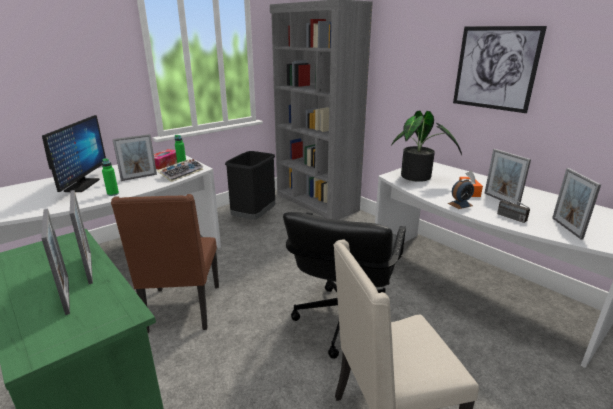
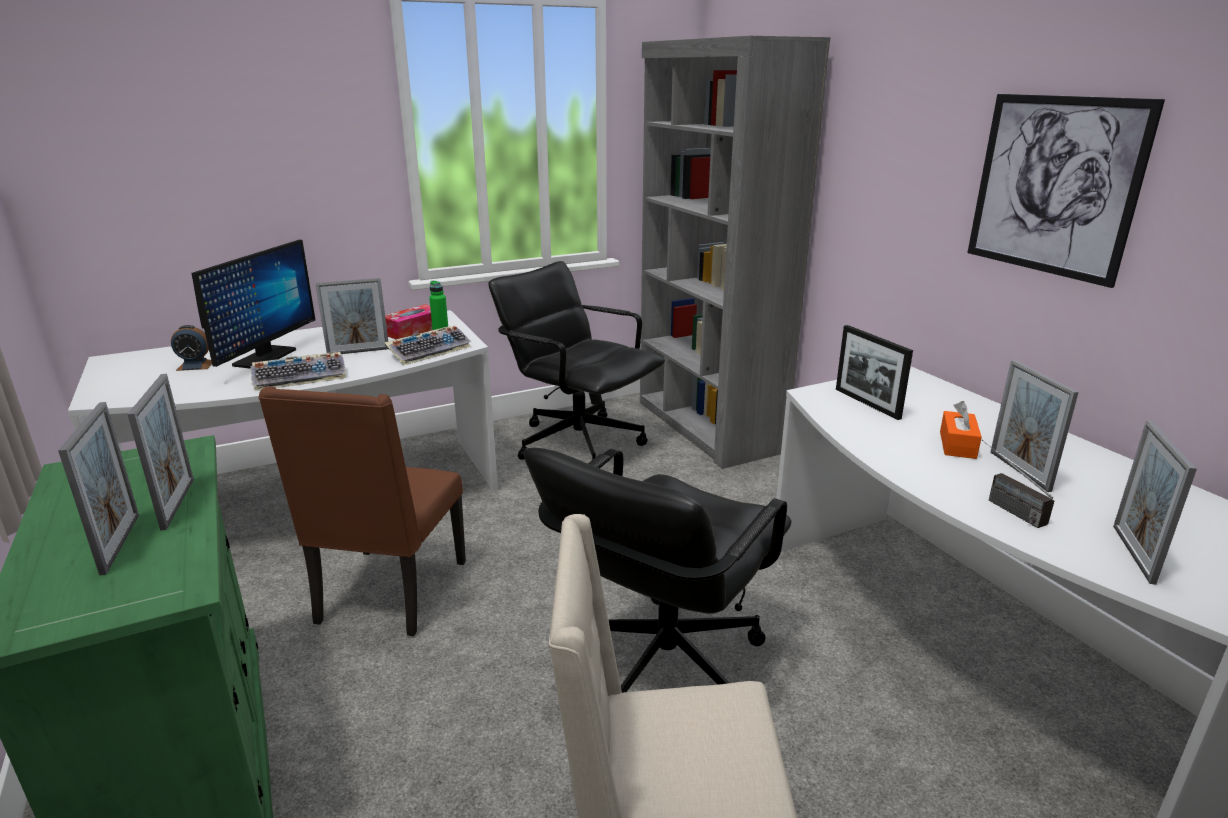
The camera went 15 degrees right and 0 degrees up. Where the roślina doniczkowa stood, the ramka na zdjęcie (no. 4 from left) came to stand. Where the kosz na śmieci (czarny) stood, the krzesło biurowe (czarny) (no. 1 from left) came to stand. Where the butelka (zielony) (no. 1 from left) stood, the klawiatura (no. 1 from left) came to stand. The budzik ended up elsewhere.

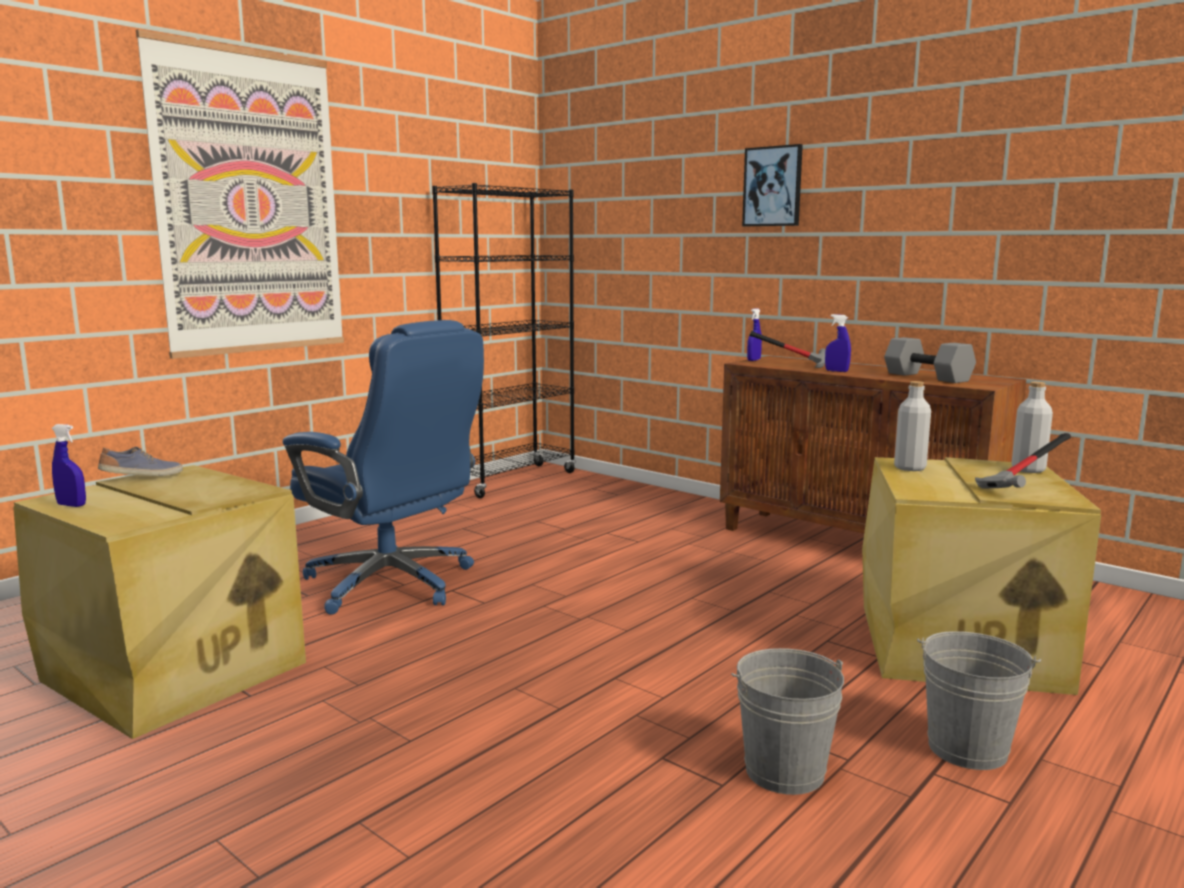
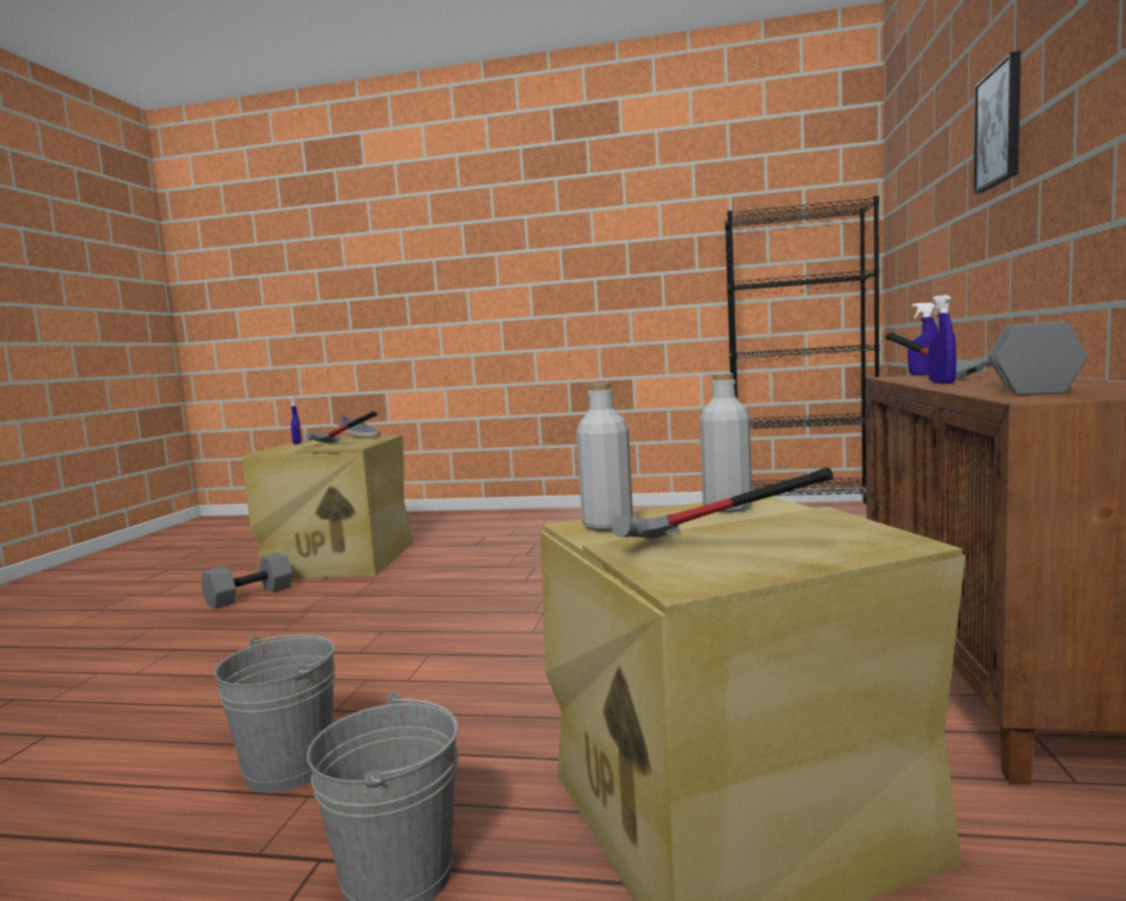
The camera went 60 degrees right and 5 degrees down. The second view lost the obraz (no. 1 from left). The second view lost the krzesło biurowe (niebieski). The butelka (szary) (no. 2 from left in the first image) ended up elsewhere. The second view gained the młotek (no. 1 from left). The second view gained the hantel (szary) (no. 1 from left).

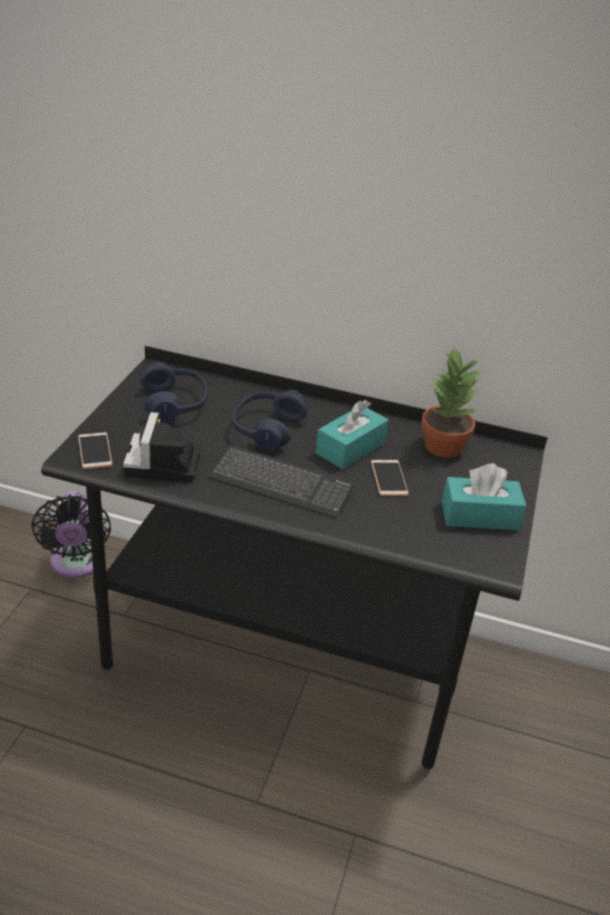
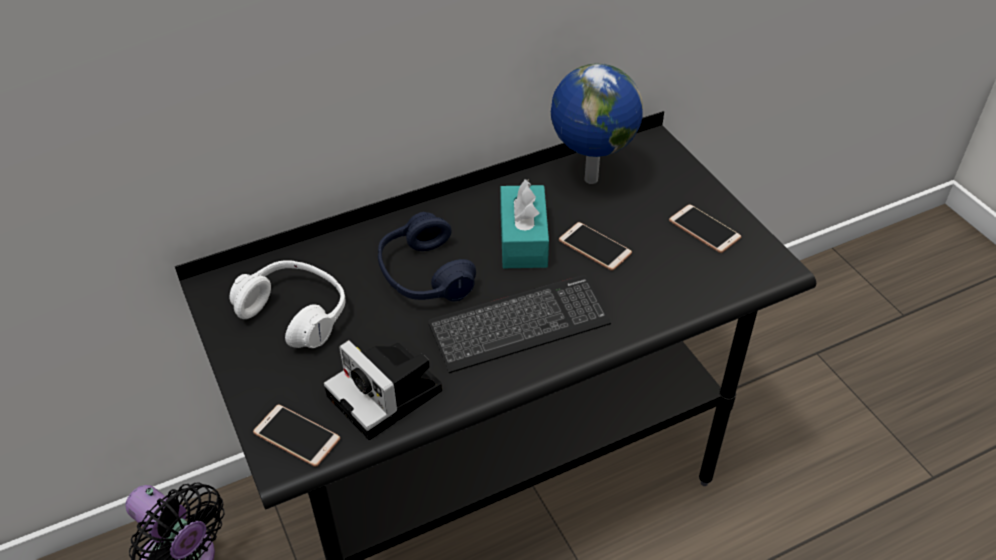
The camera went 40 degrees left and 10 degrees up. Where the roślina doniczkowa stood, the globus came to stand. What was the słuchawki (niebieski) (no. 1 from left) turned into the słuchawki (biały). Where the pudełko chusteczek (turkusowy) (no. 2 from left) stood, the telefon (no. 3 from left) came to stand.

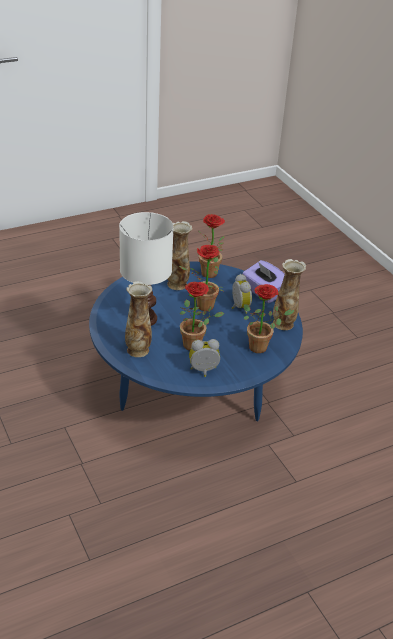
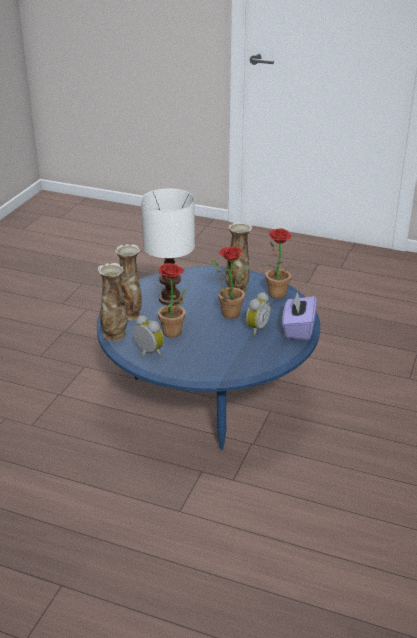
The camera went 50 degrees right and 5 degrees down. The wazon (no. 3 from left in the first image) ended up elsewhere. The second view lost the roślina doniczkowa (no. 4 from left).

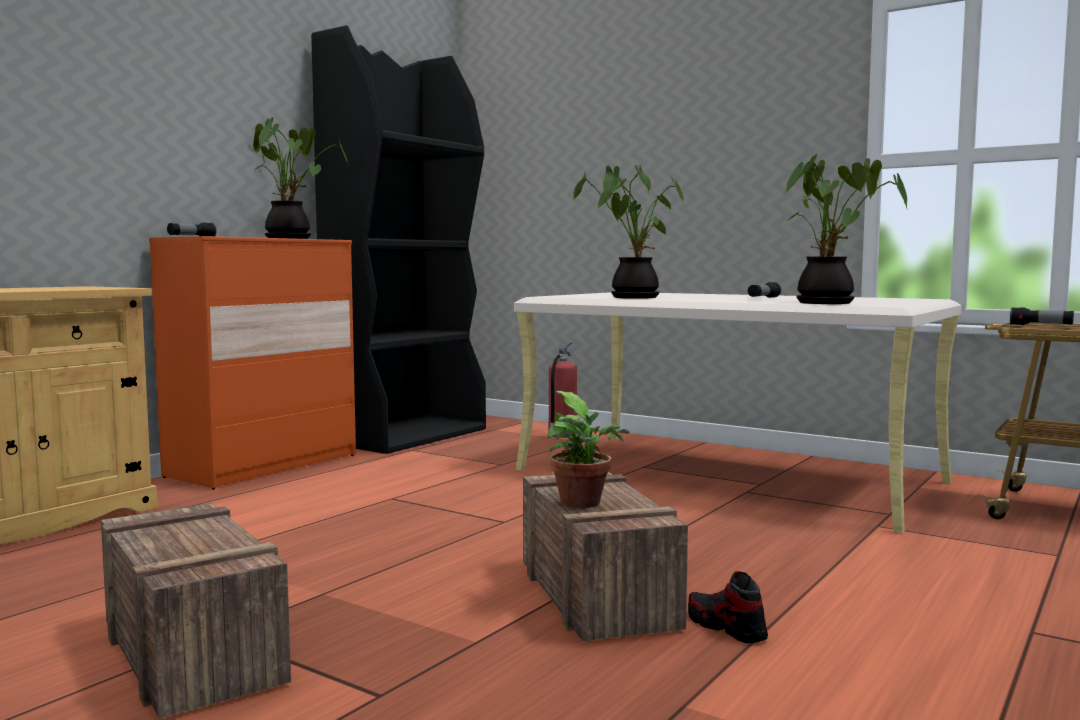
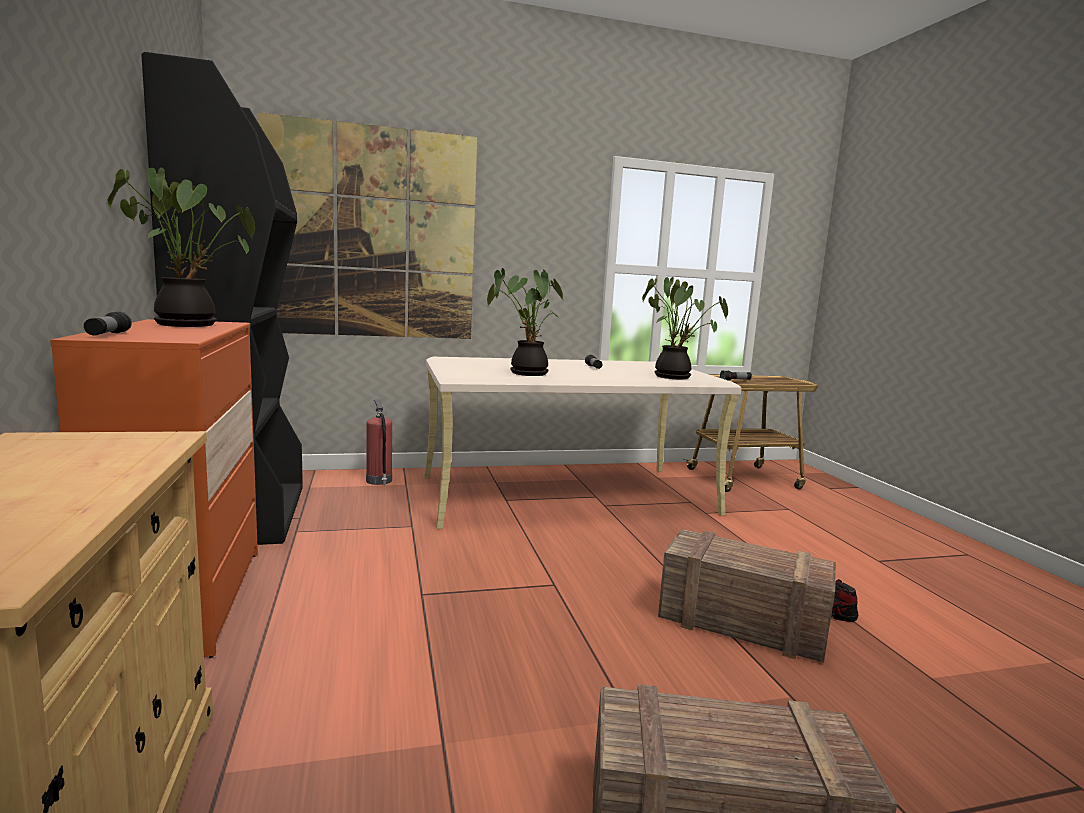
The camera went 50 degrees left and 5 degrees up. The second view lost the roślina doniczkowa (no. 2 from left). The second view gained the obraz.

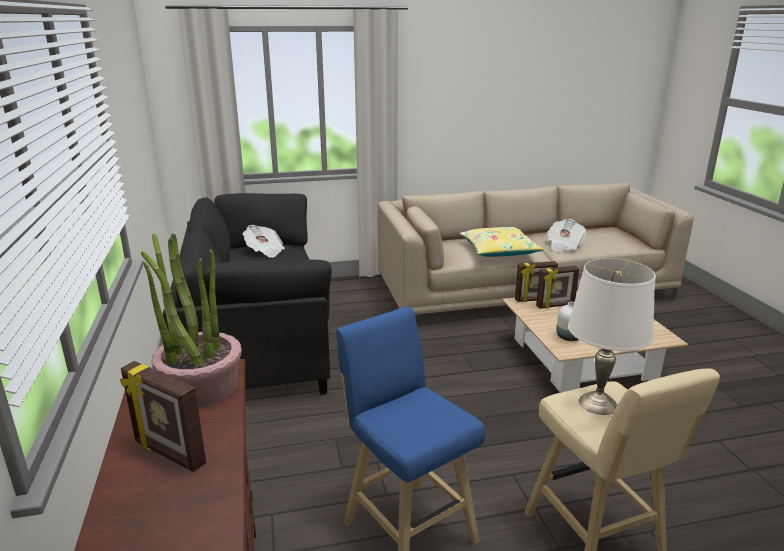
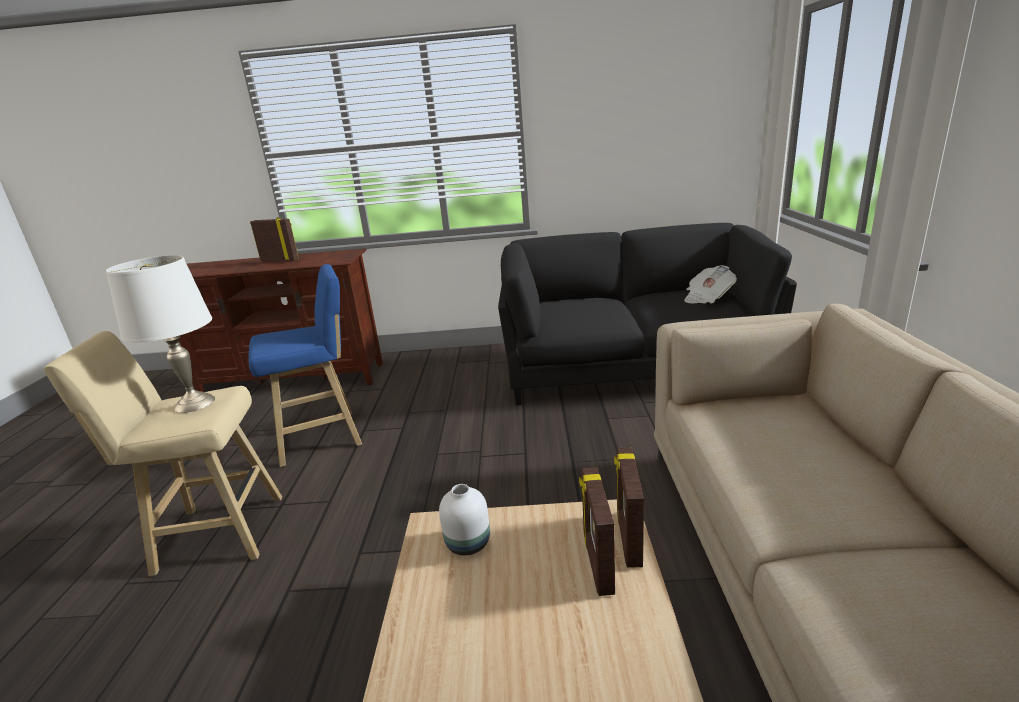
The camera went 105 degrees right and 0 degrees up. The second view lost the gazeta (no. 2 from left). The second view lost the poduszka (żółty). The second view lost the roślina doniczkowa. The ramka na zdjęcie (no. 1 from left) ended up facing another way, 60 degrees clockwise from before.

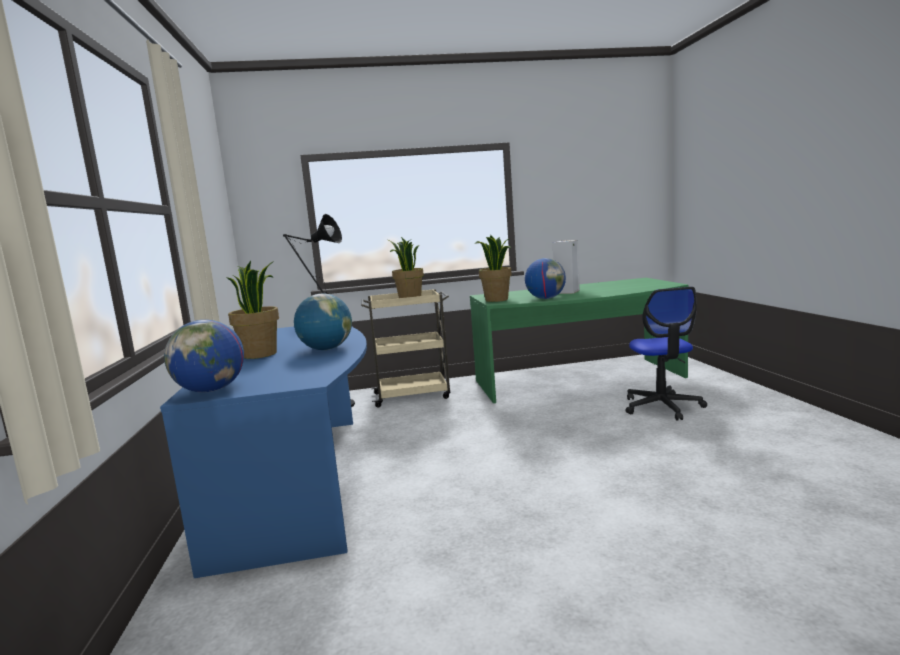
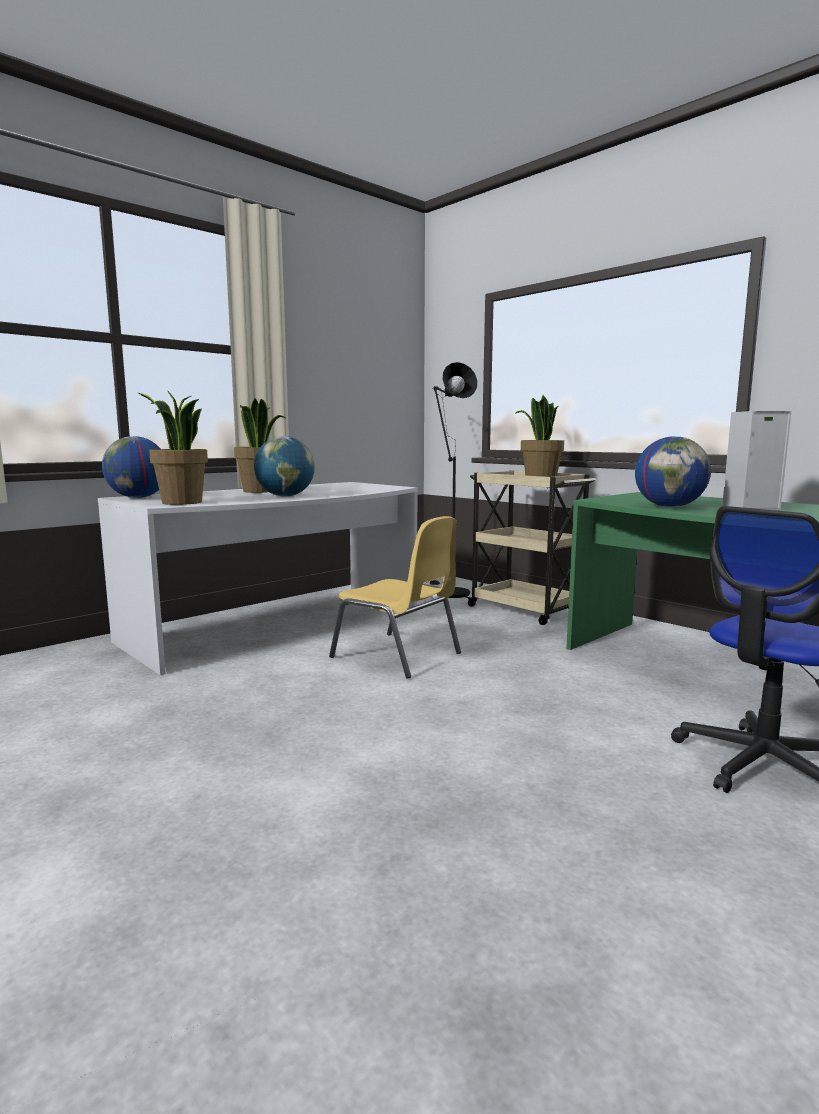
The camera went 55 degrees right and 0 degrees up. The roślina doniczkowa (no. 3 from left in the first image) ended up elsewhere. What was the biurko (niebieski) turned into the biurko (biały). The second view gained the krzesło (żółty).

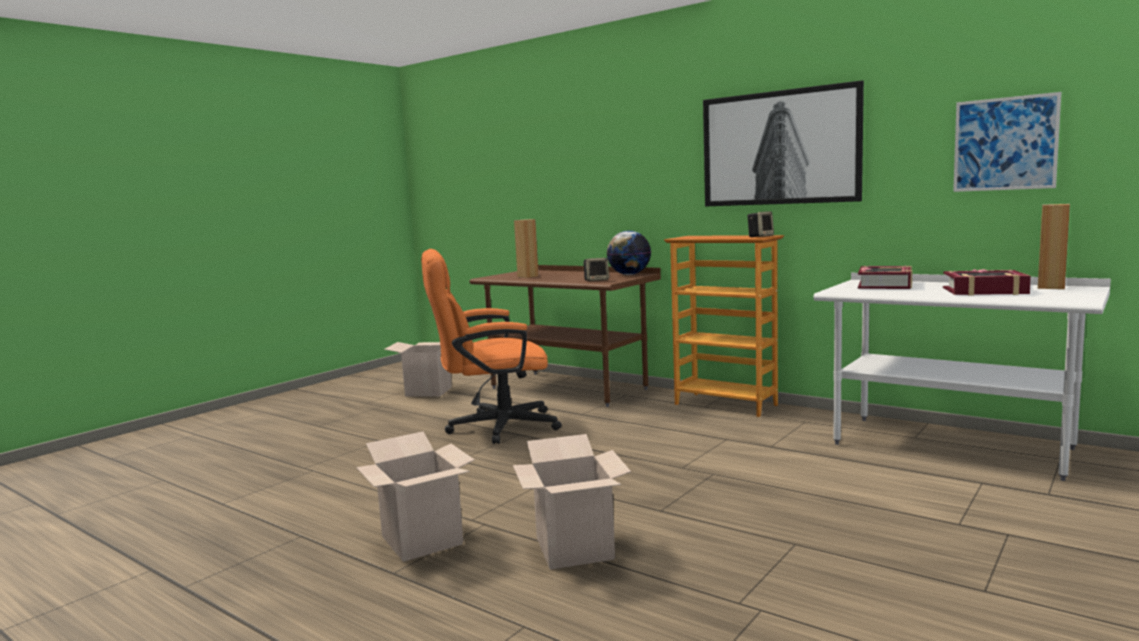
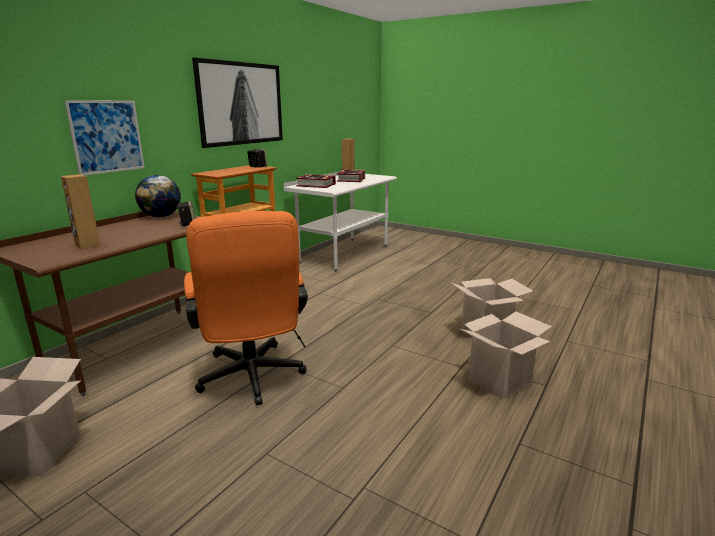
The camera went 95 degrees left and 10 degrees up. The obraz (no. 2 from left in the first image) ended up elsewhere.

